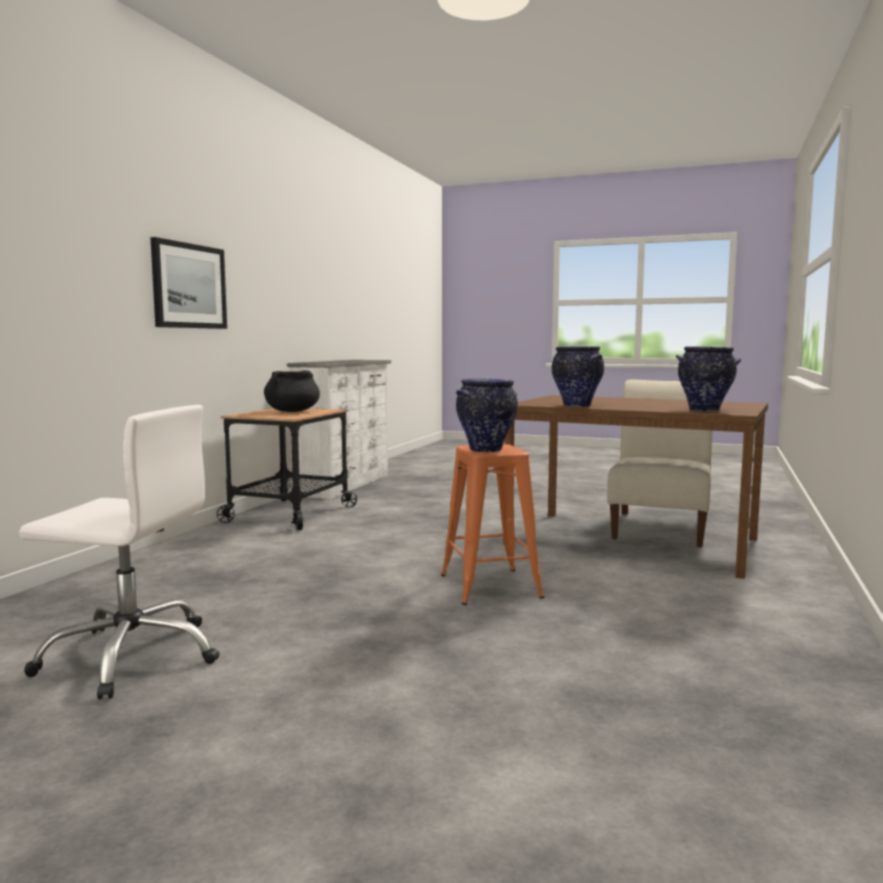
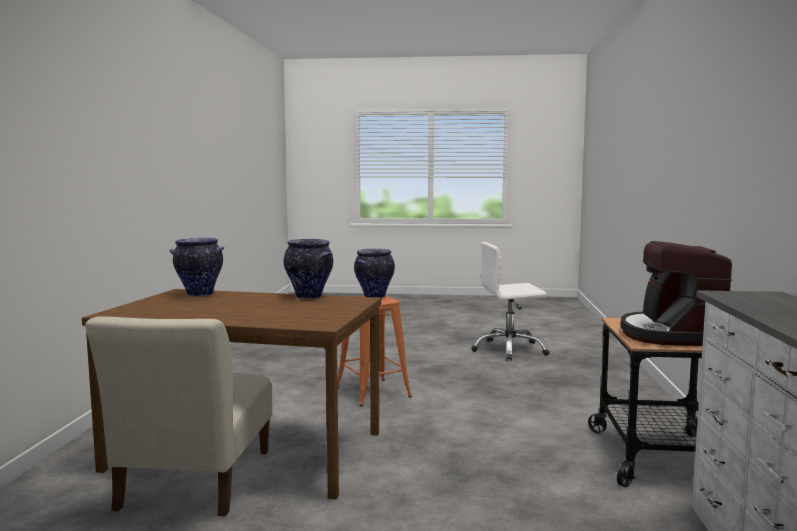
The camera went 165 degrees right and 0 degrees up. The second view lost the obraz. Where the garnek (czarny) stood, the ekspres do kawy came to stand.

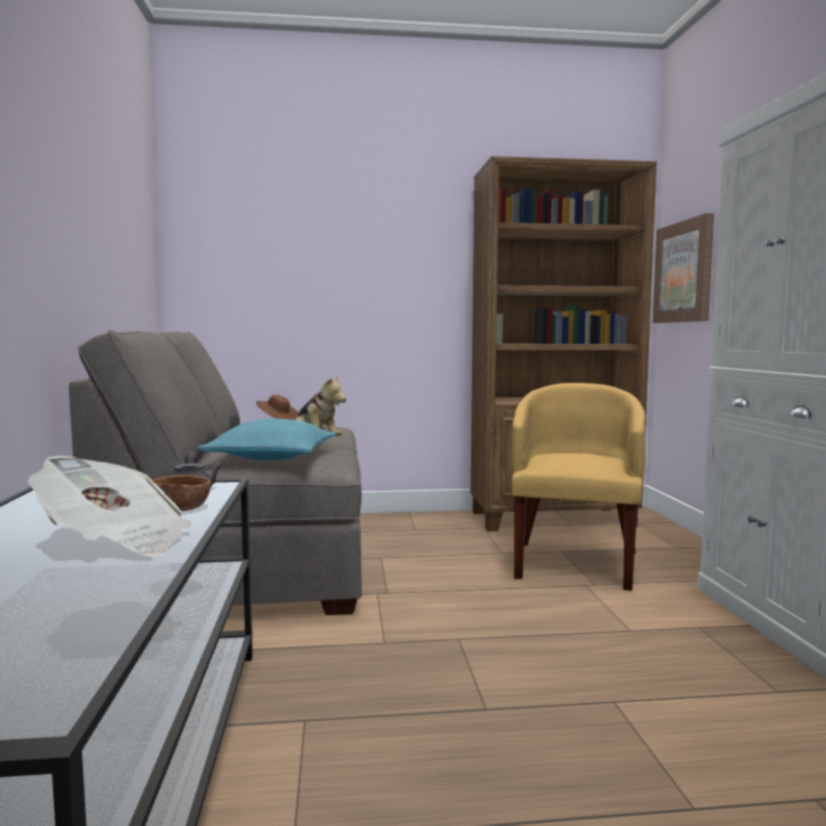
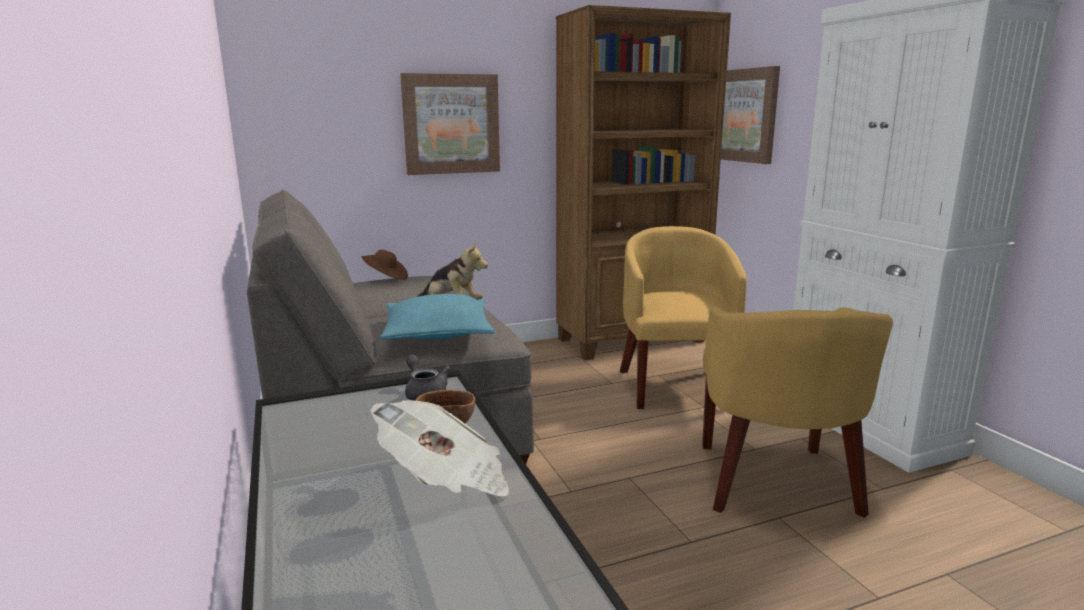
The camera went 15 degrees left and 10 degrees up. The second view gained the obraz (no. 1 from left). The second view gained the fotel (żółty) (no. 2 from left).

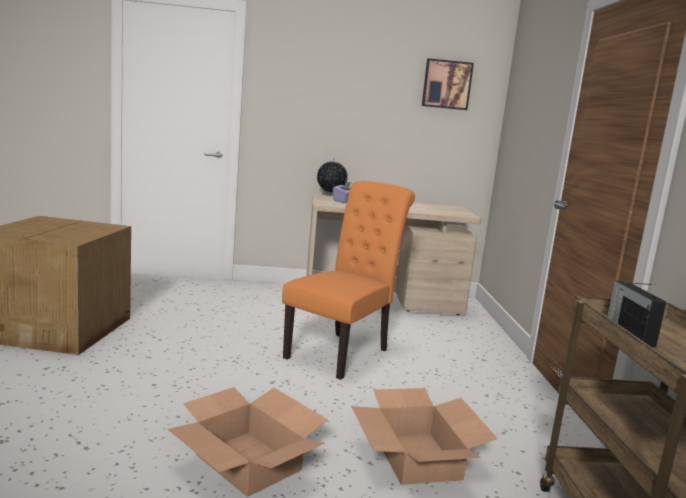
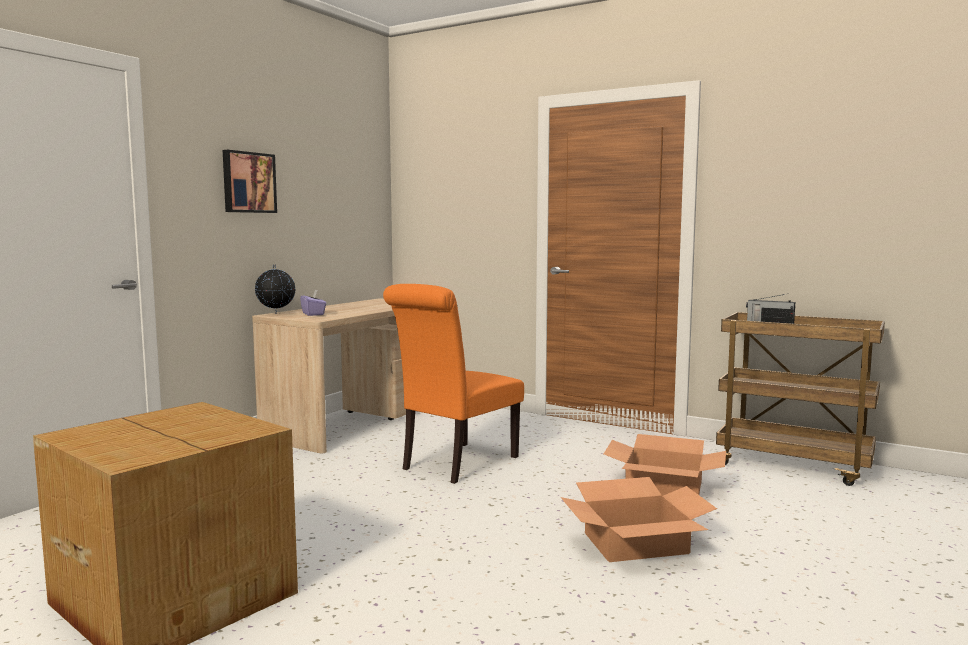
The camera went 55 degrees left and 5 degrees down. The obraz ended up elsewhere. The krzesło (pomarańczowy) ended up facing another way, 120 degrees counterclockwise from before.

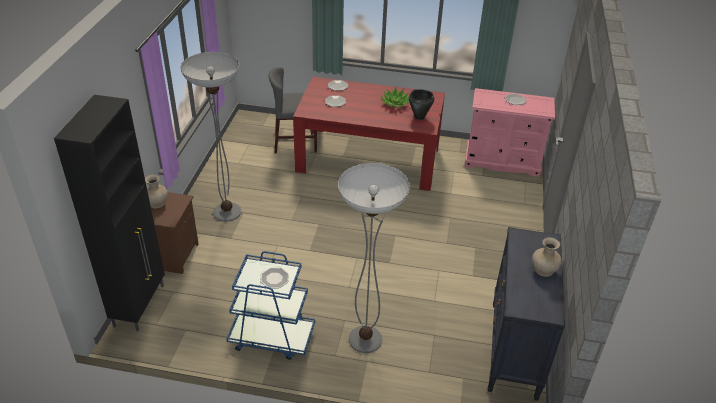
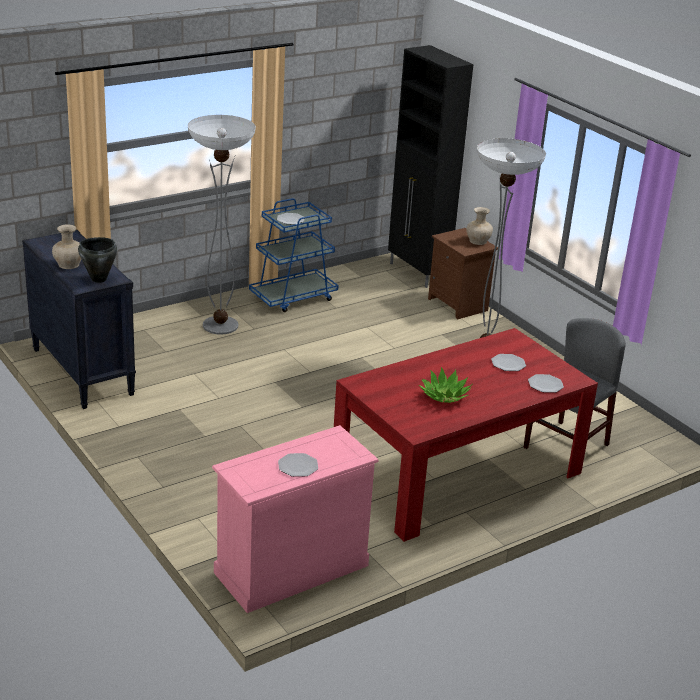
The camera went 135 degrees right and 10 degrees down. The garnek (czarny) ended up elsewhere.

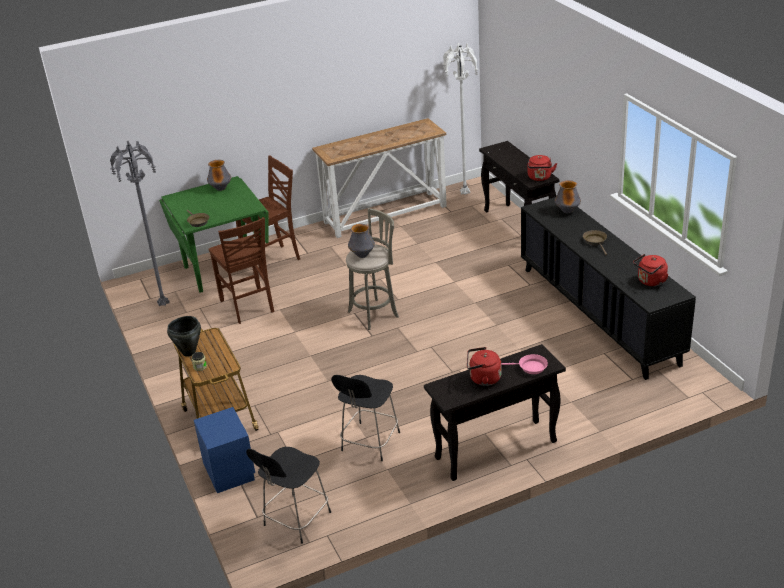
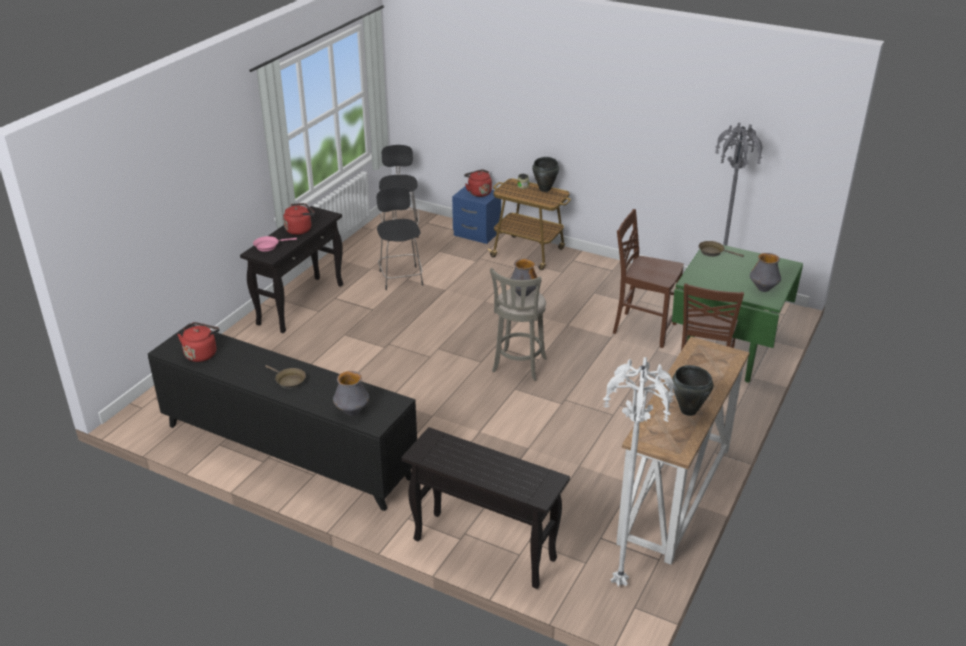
The camera went 140 degrees right and 0 degrees up. The czajnik (czerwony) (no. 2 from left in the first image) ended up elsewhere. The second view gained the garnek (czarny) (no. 2 from left).

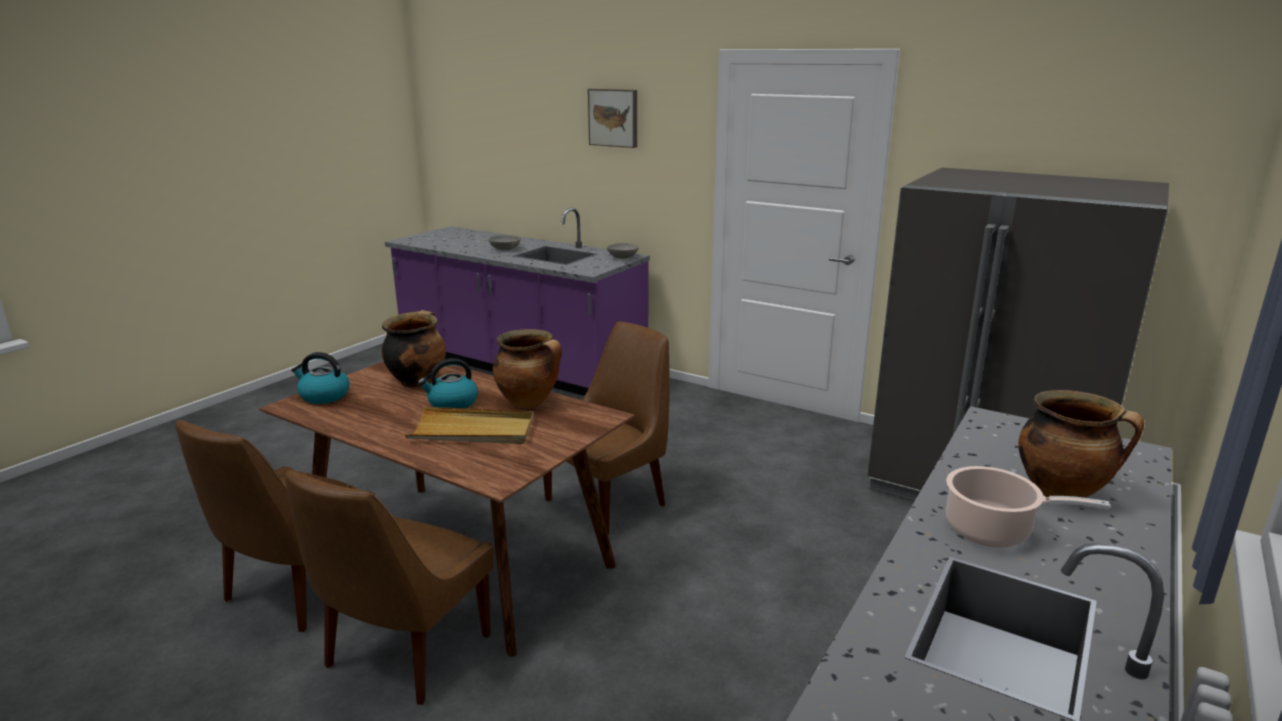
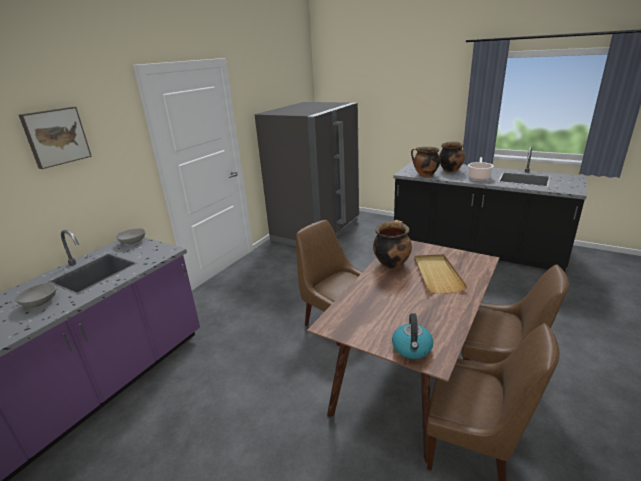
The camera went 90 degrees left and 5 degrees up. The garnek (no. 1 from left in the first image) ended up elsewhere. The second view lost the czajnik (no. 2 from left).

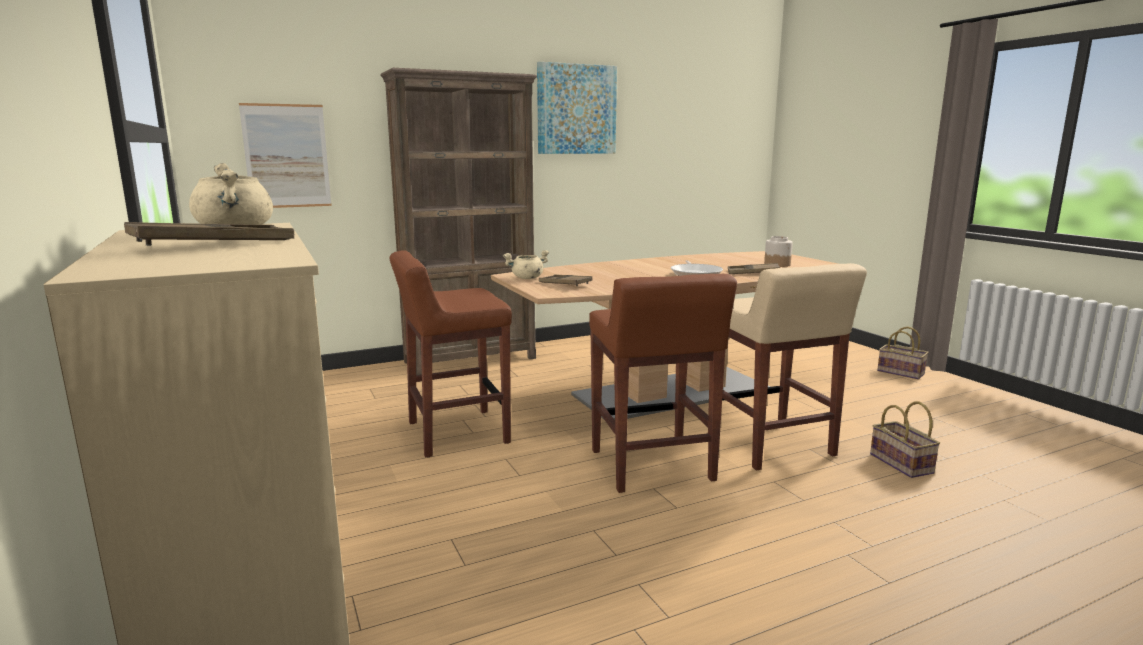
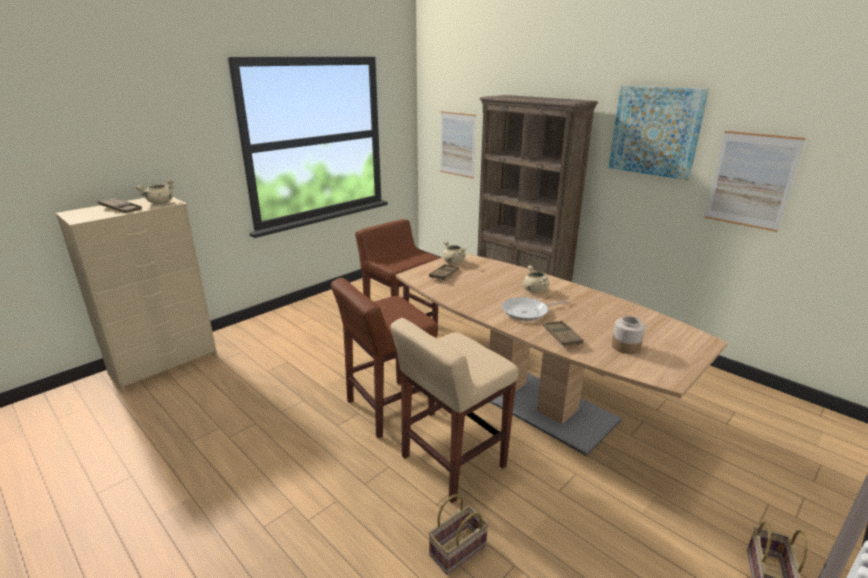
The camera went 70 degrees right and 10 degrees up. The second view gained the obraz (no. 3 from left). The second view gained the garnek (beżowy) (no. 3 from left).

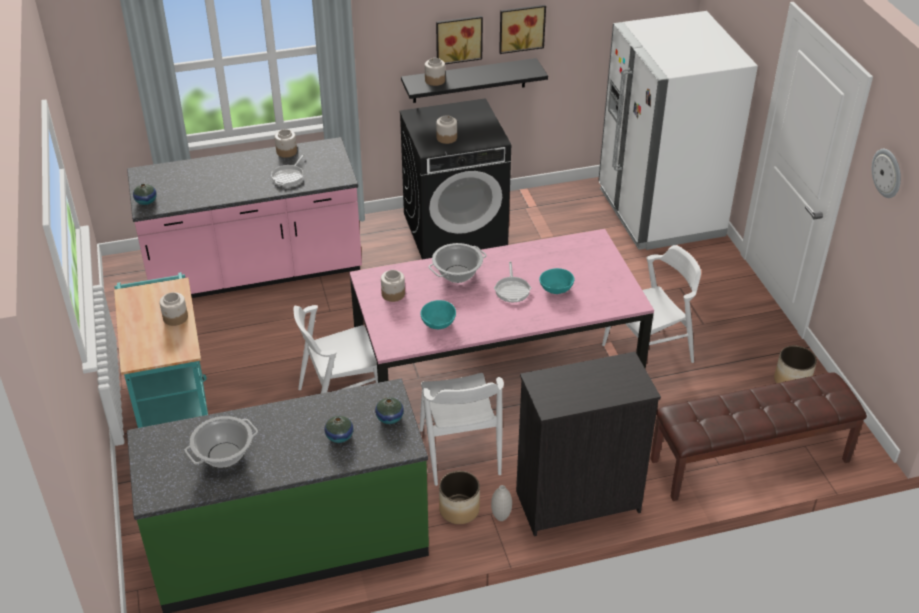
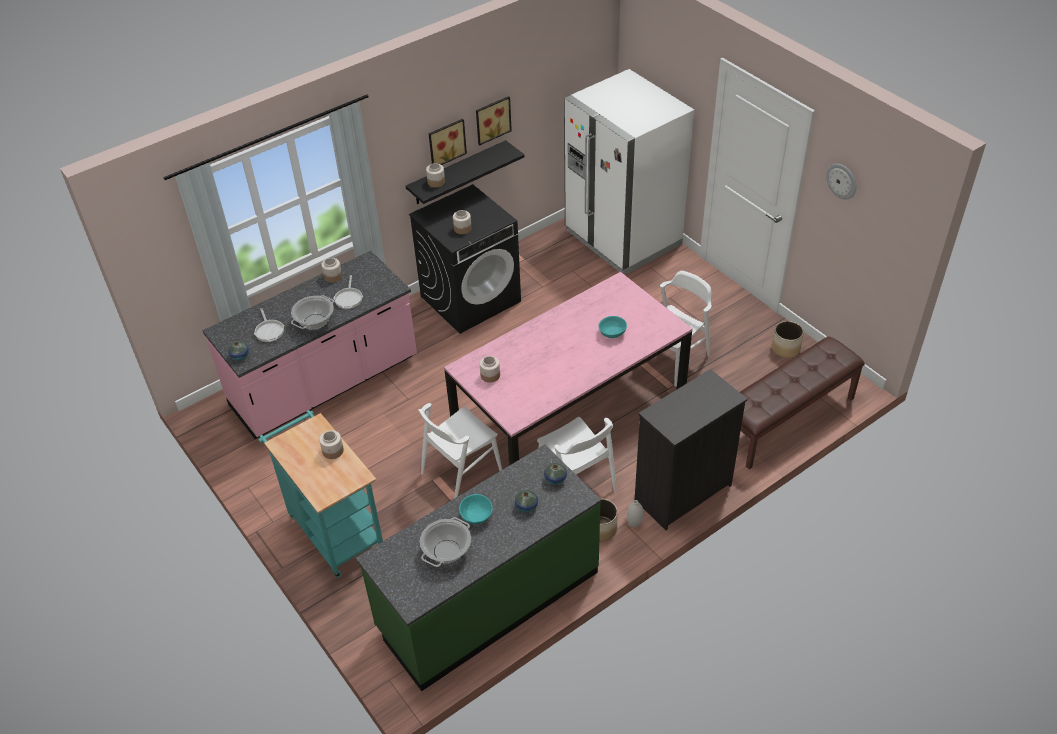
The camera went 20 degrees left and 5 degrees up. The garnek (no. 2 from left in the first image) ended up elsewhere. The patelnia (no. 2 from left in the first image) ended up elsewhere. The miska (turkusowy) (no. 1 from left) ended up elsewhere.

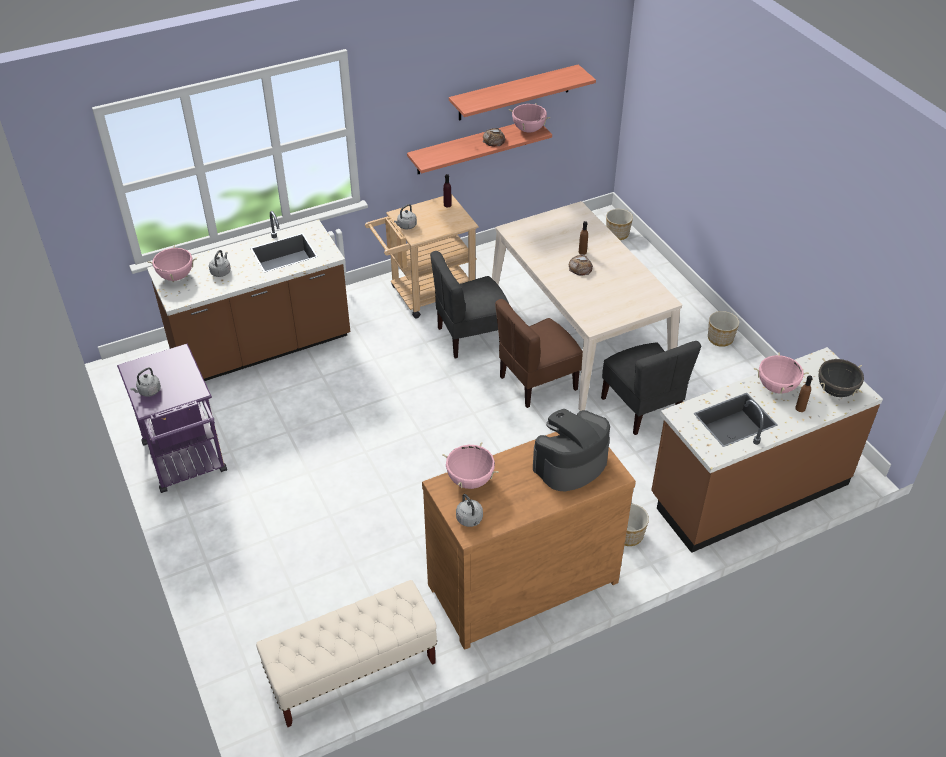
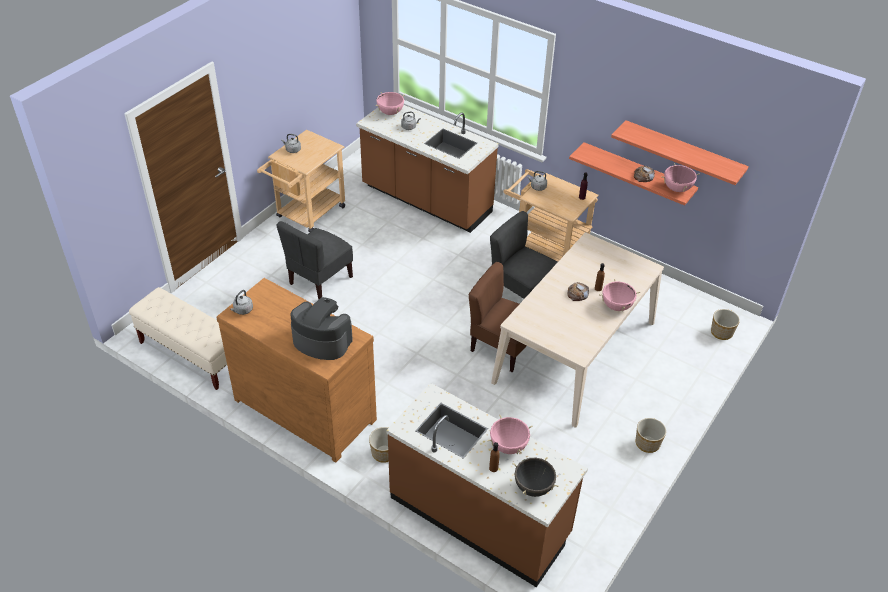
The camera went 60 degrees right and 0 degrees up. The krzesło (szary) (no. 2 from left in the first image) ended up elsewhere. What was the wózek (fioletowy) turned into the wózek (beżowy) (no. 1 from left). The garnek (różowy) (no. 2 from left in the first image) ended up elsewhere.

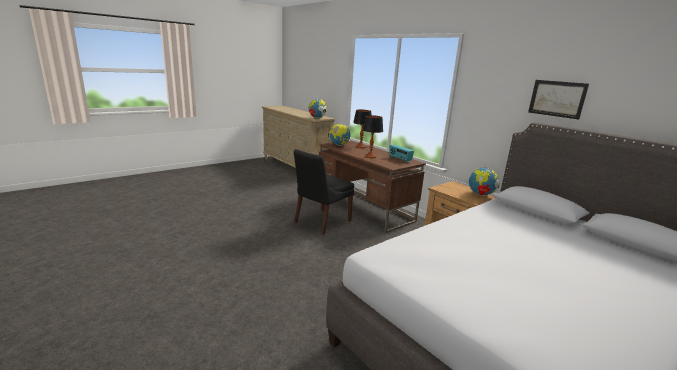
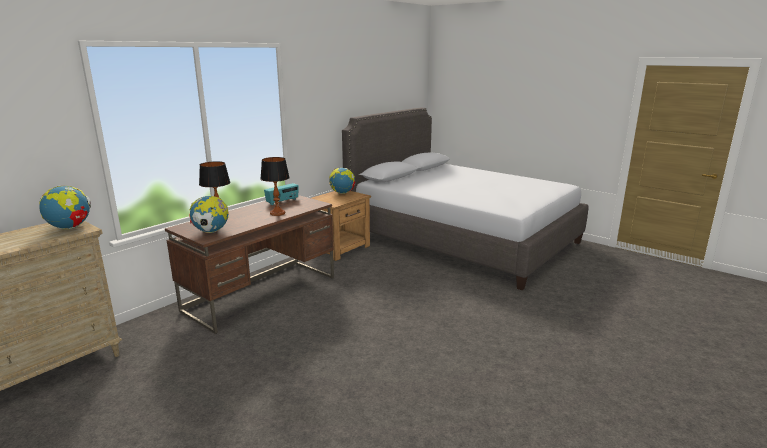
The camera went 100 degrees left and 0 degrees up. The second view lost the obraz. The second view lost the krzesło (czarny).

